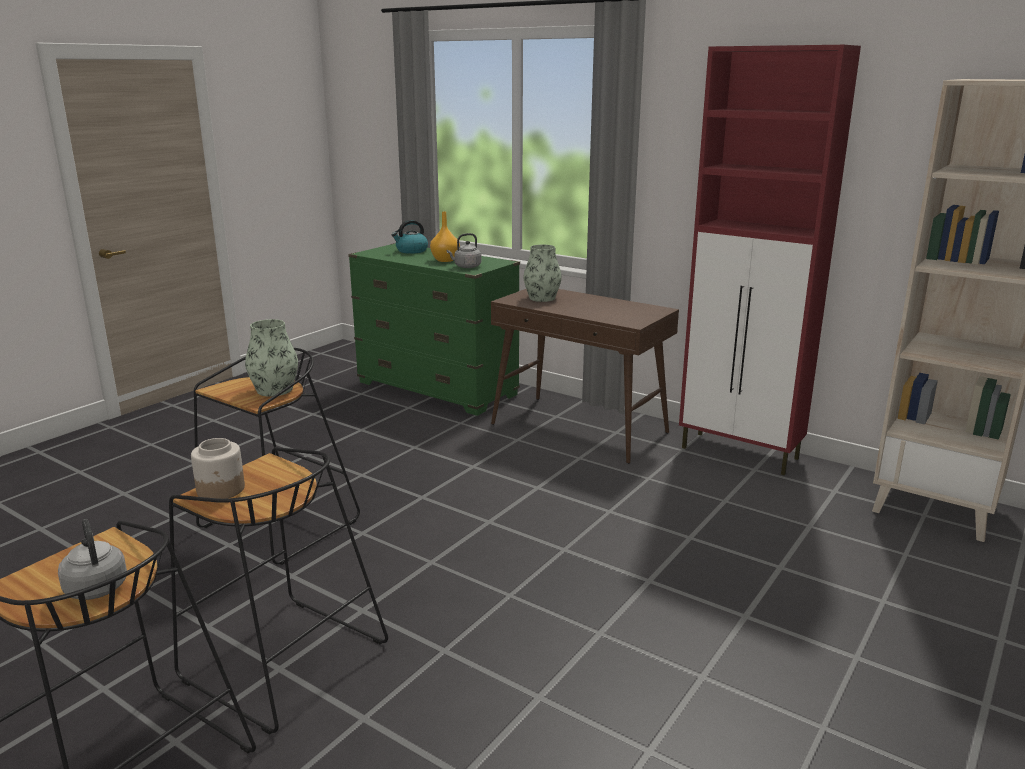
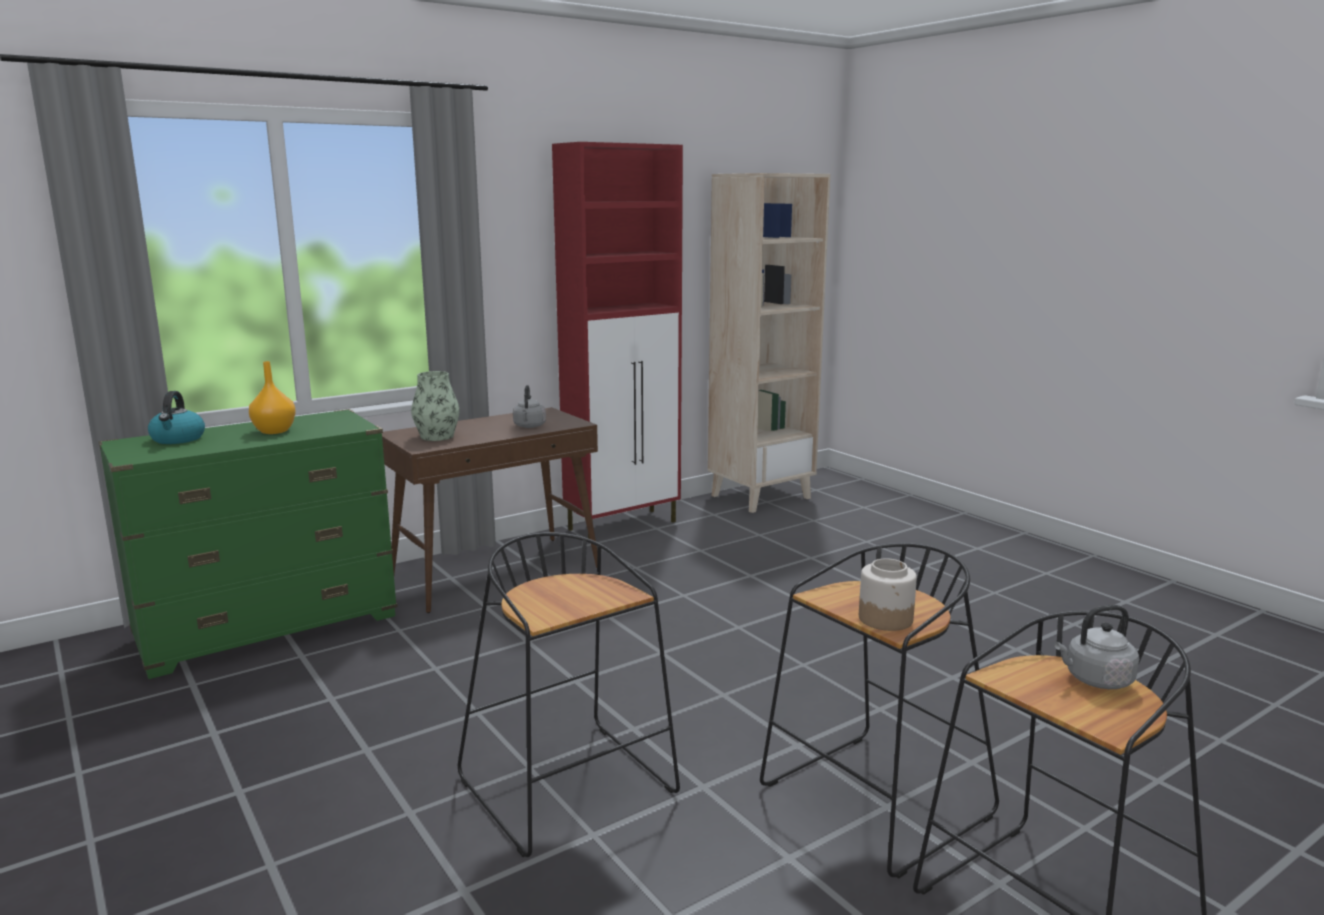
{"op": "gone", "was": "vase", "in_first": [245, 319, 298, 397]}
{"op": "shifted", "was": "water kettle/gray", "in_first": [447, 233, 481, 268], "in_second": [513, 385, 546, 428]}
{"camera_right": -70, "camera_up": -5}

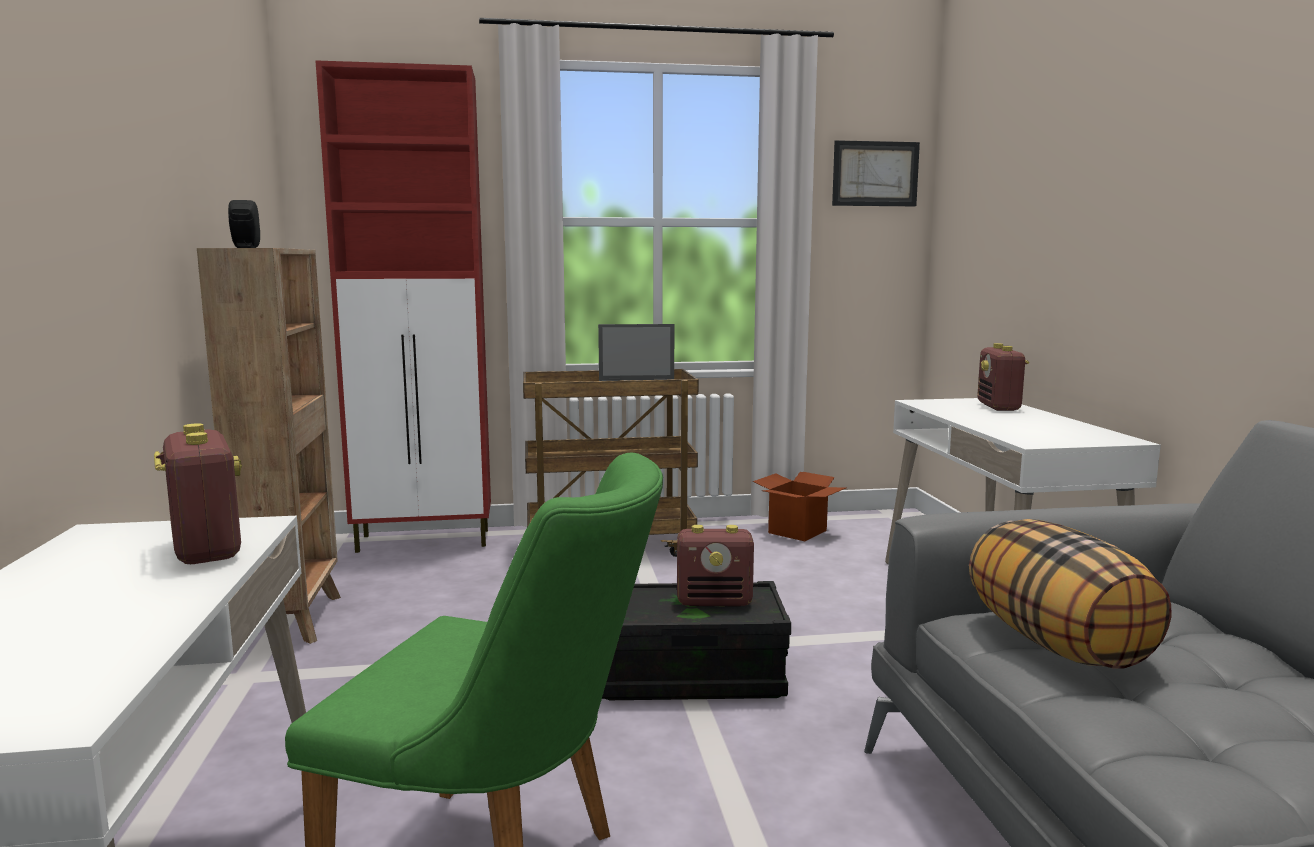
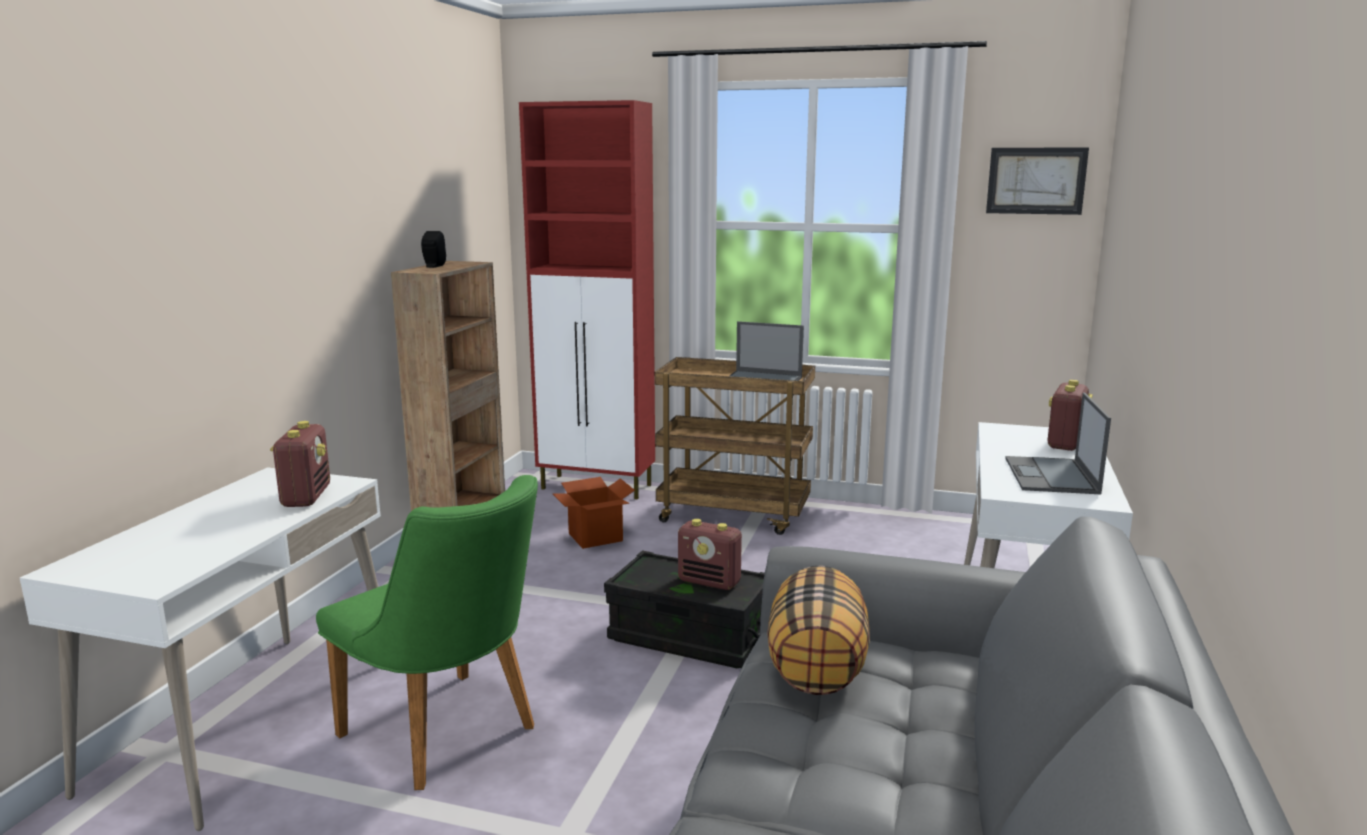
{"op": "shifted", "was": "packing box", "in_first": [753, 472, 846, 541], "in_second": [553, 477, 635, 549]}
{"op": "new", "now": "laptop", "in_second": [1005, 393, 1111, 494]}
{"camera_right": 25, "camera_up": 5}

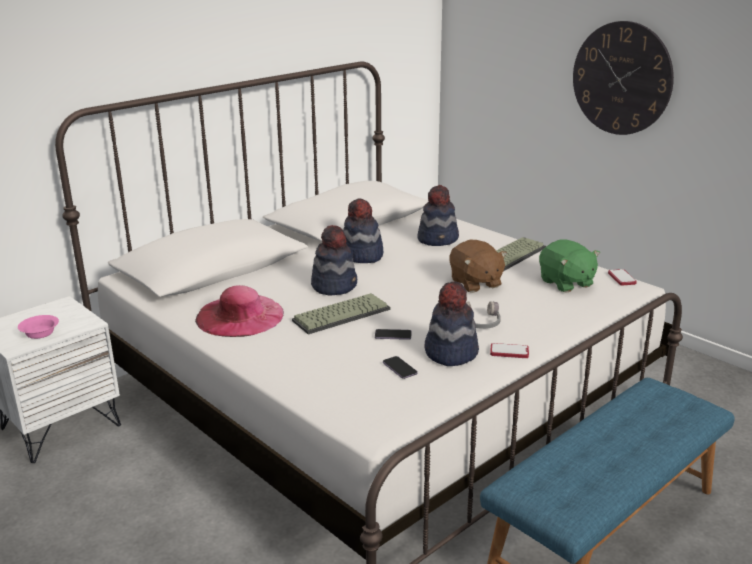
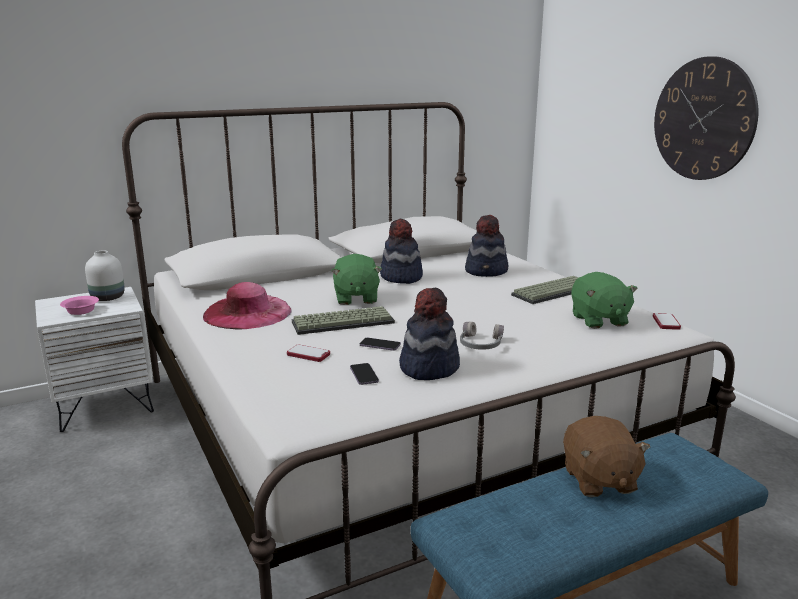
{"op": "swapped", "was": "clothing hat", "now": "soft toy/green", "in_first": [311, 225, 357, 296], "in_second": [331, 254, 382, 305]}
{"op": "shifted", "was": "soft toy/brown-coloured", "in_first": [449, 240, 508, 293], "in_second": [563, 416, 650, 497]}
{"op": "shifted", "was": "telephone", "in_first": [490, 343, 529, 358], "in_second": [287, 344, 330, 362]}
{"op": "new", "now": "vase/white", "in_second": [85, 250, 125, 301]}
{"camera_right": 15, "camera_up": -5}

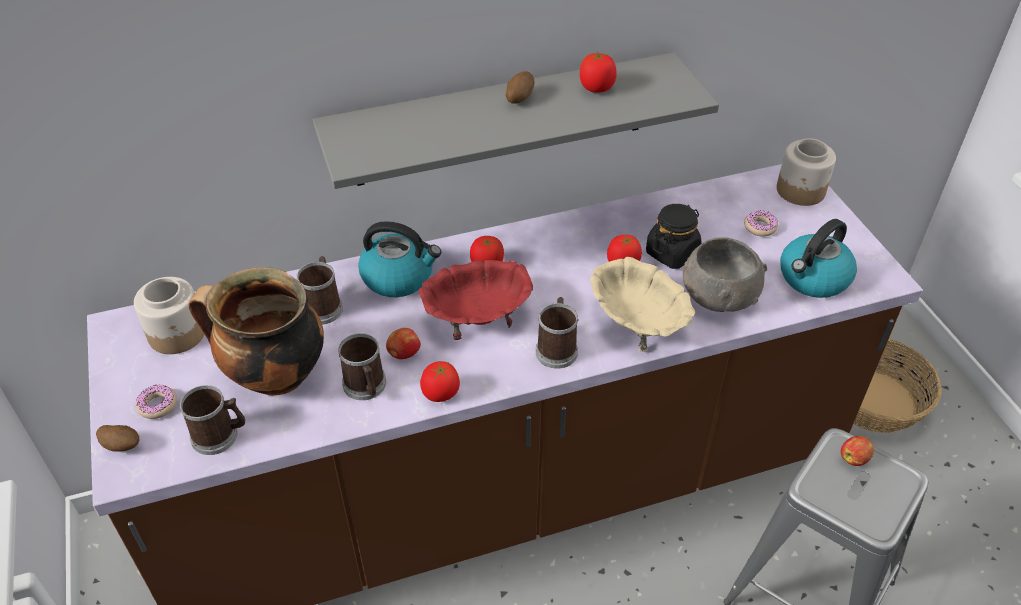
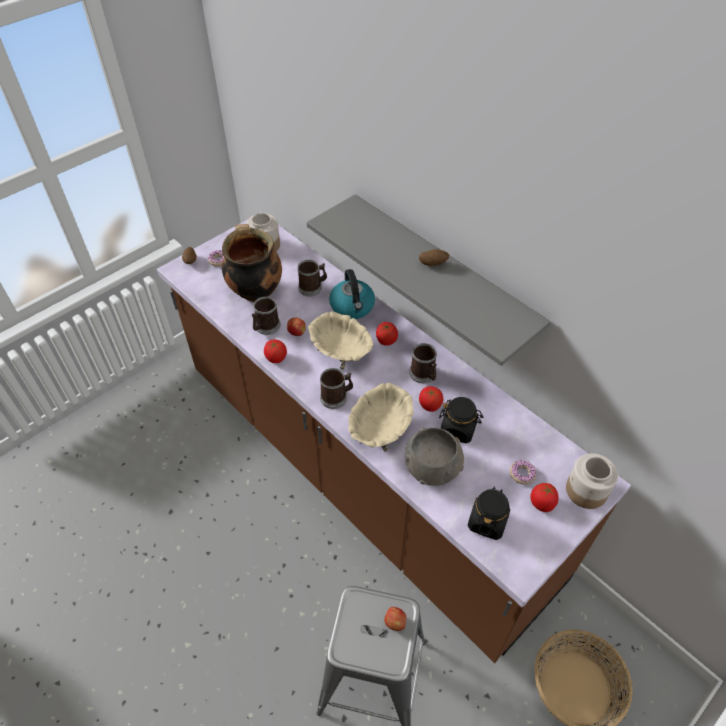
{"op": "shifted", "was": "coffee mug", "in_first": [180, 385, 245, 455], "in_second": [409, 343, 437, 383]}
{"op": "repainted", "was": "bowl/red-coloured", "now": "bowl/beige-coloured", "in_first": [419, 260, 533, 340], "in_second": [308, 311, 373, 370]}
{"op": "shifted", "was": "tomato", "in_first": [580, 51, 617, 93], "in_second": [530, 483, 559, 512]}
{"op": "swapped", "was": "water kettle", "now": "preserve jar/black-coloured", "in_first": [780, 219, 857, 298], "in_second": [468, 486, 510, 540]}
{"camera_right": 65, "camera_up": 5}

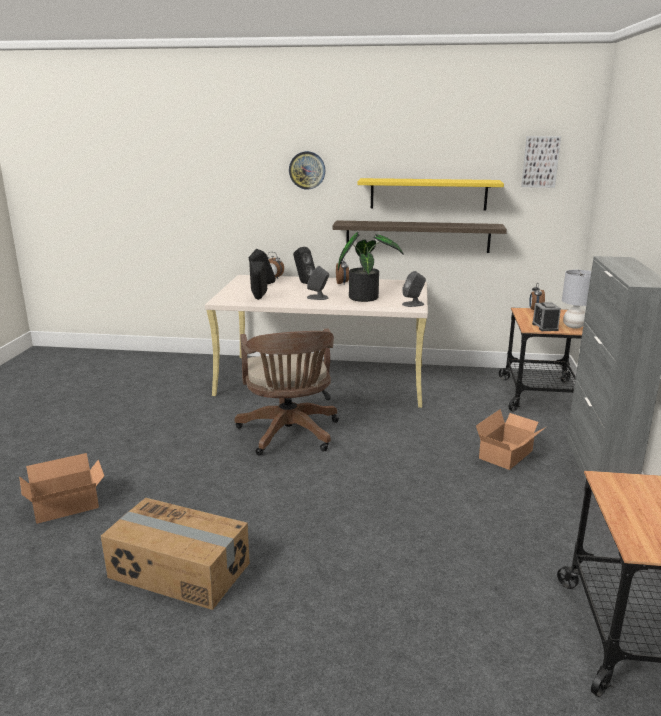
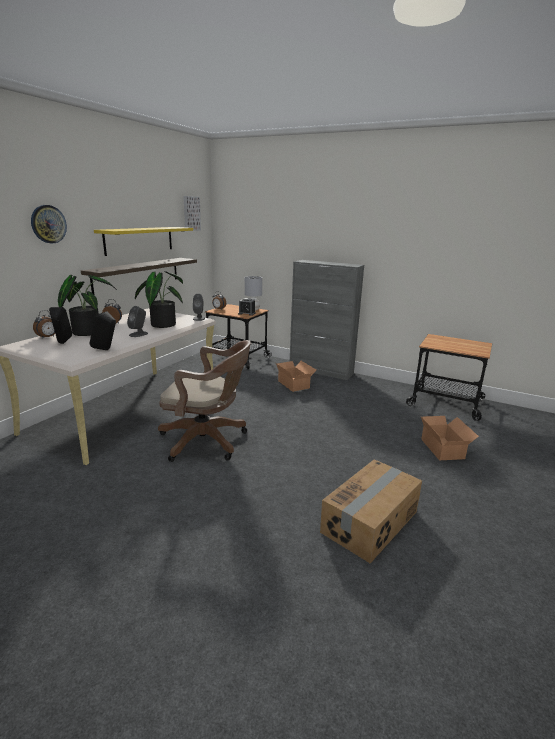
{"op": "shifted", "was": "packing box", "in_first": [19, 453, 104, 524], "in_second": [421, 416, 479, 460]}
{"op": "swapped", "was": "speaker/black-coloured", "now": "potted plant", "in_first": [293, 247, 315, 284], "in_second": [58, 275, 117, 336]}
{"camera_right": -70, "camera_up": 0}

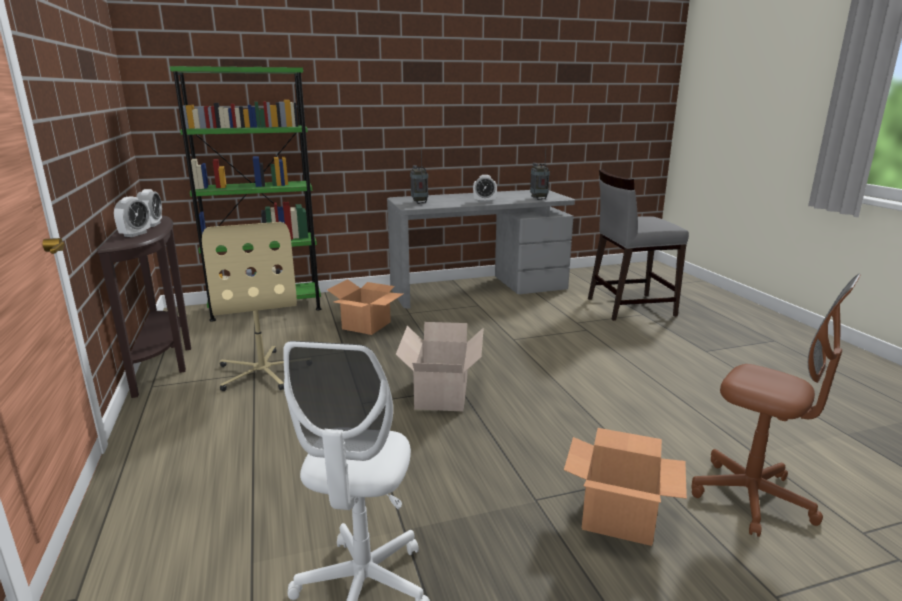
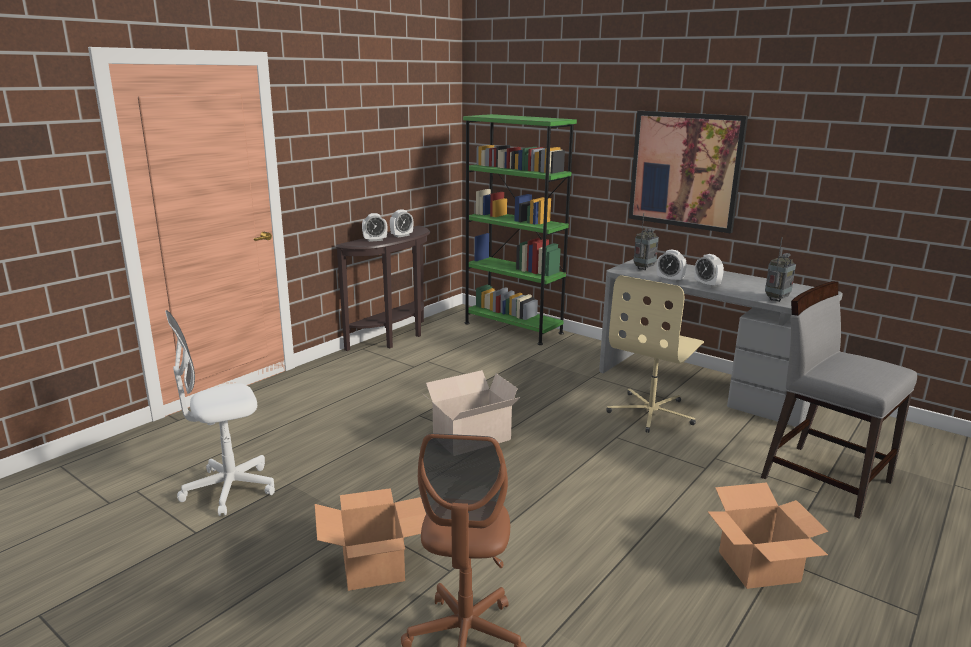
{"op": "shifted", "was": "computer chair/beige-coloured", "in_first": [202, 222, 297, 391], "in_second": [606, 275, 704, 433]}
{"op": "shifted", "was": "packing box", "in_first": [327, 279, 403, 335], "in_second": [708, 482, 828, 589]}
{"op": "new", "now": "picture", "in_second": [628, 111, 748, 233]}
{"op": "new", "now": "alarm clock", "in_second": [657, 250, 687, 282]}
{"camera_right": 55, "camera_up": 0}

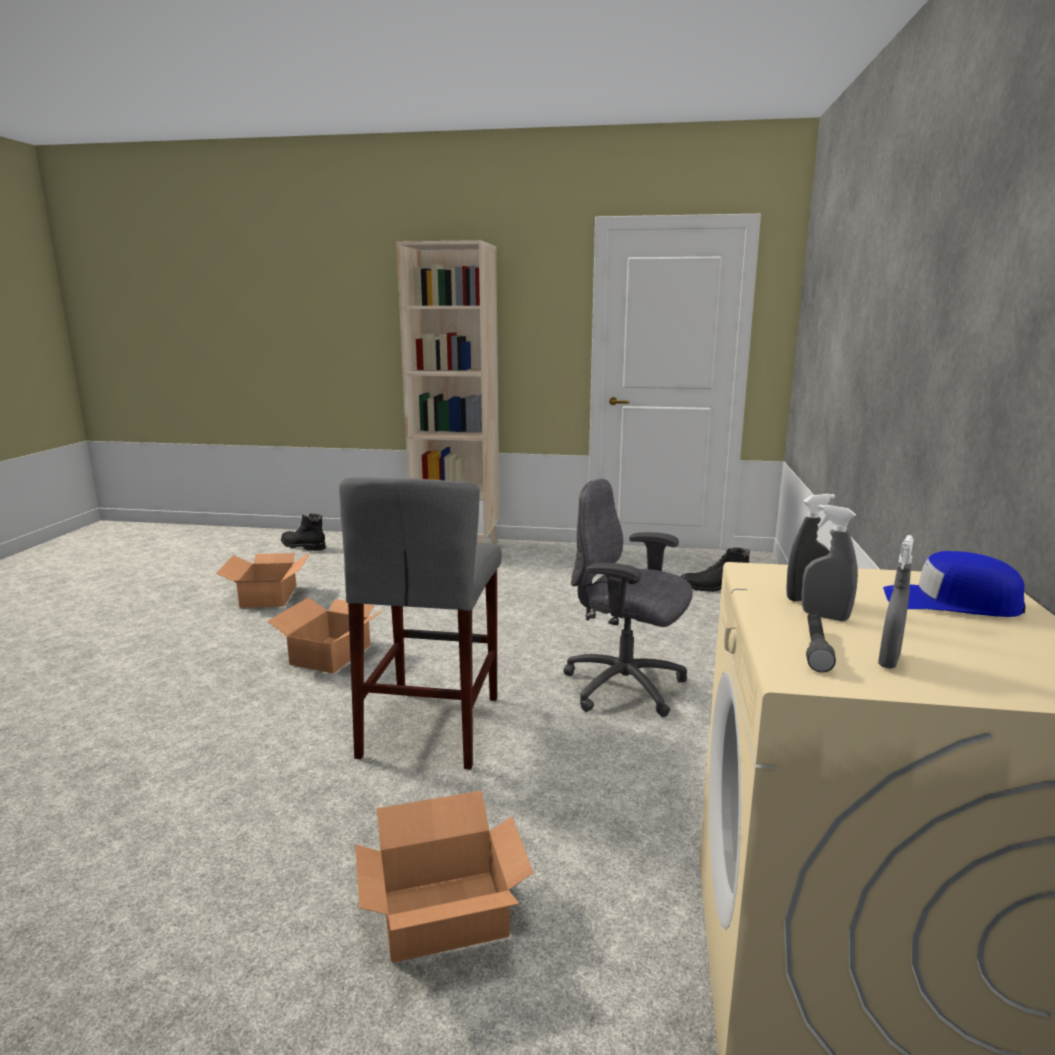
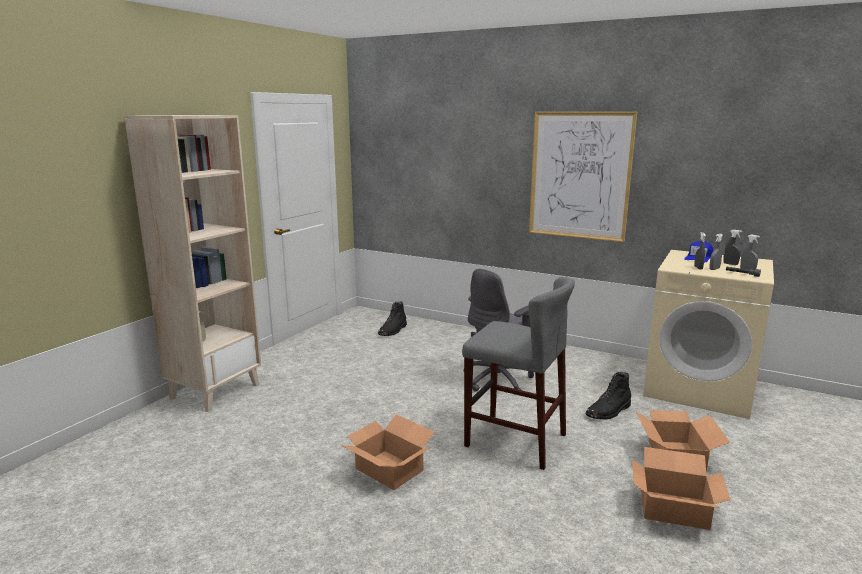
{"op": "shifted", "was": "packing box", "in_first": [216, 552, 311, 608], "in_second": [632, 447, 730, 530]}
{"op": "shifted", "was": "boot/black-coloured", "in_first": [281, 514, 326, 551], "in_second": [586, 372, 631, 419]}
{"op": "new", "now": "picture", "in_second": [529, 112, 637, 242]}
{"op": "new", "now": "sprayer/gray", "in_second": [723, 230, 742, 265]}
{"camera_right": -70, "camera_up": 0}

